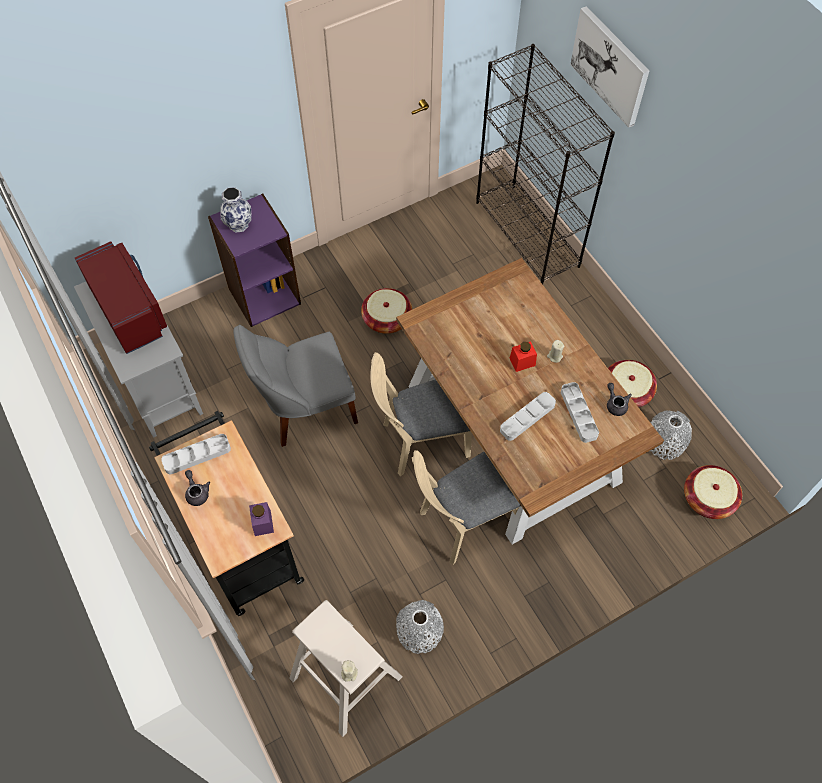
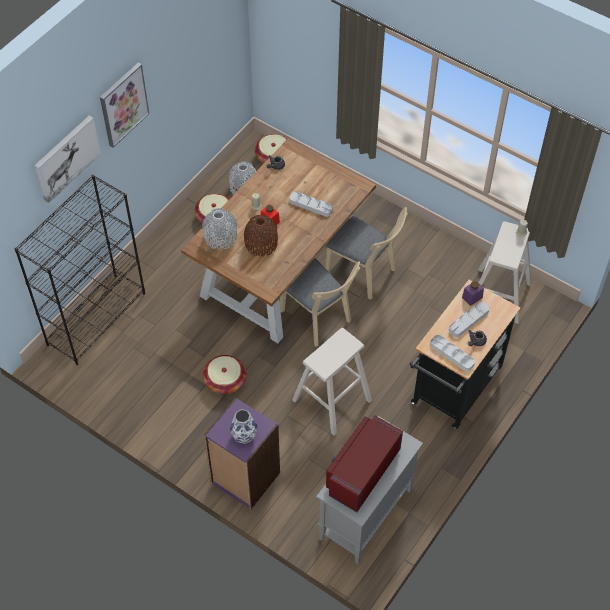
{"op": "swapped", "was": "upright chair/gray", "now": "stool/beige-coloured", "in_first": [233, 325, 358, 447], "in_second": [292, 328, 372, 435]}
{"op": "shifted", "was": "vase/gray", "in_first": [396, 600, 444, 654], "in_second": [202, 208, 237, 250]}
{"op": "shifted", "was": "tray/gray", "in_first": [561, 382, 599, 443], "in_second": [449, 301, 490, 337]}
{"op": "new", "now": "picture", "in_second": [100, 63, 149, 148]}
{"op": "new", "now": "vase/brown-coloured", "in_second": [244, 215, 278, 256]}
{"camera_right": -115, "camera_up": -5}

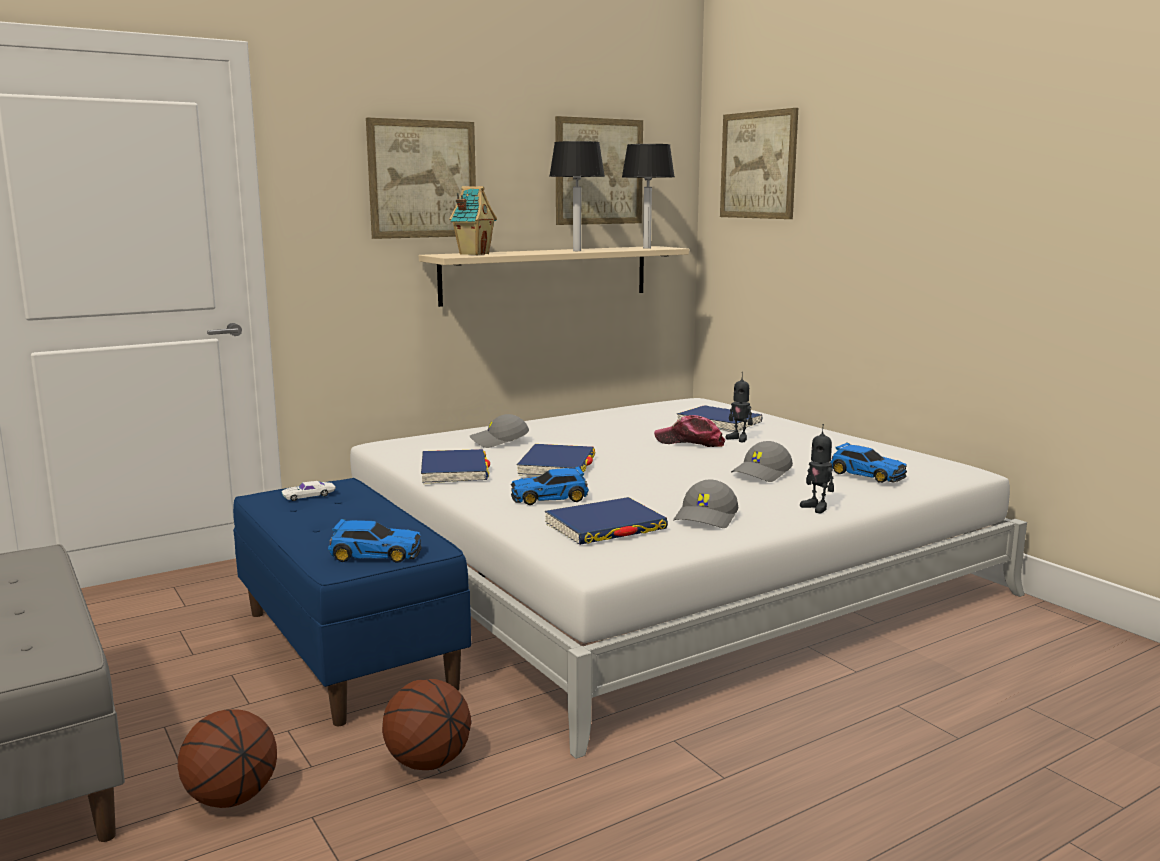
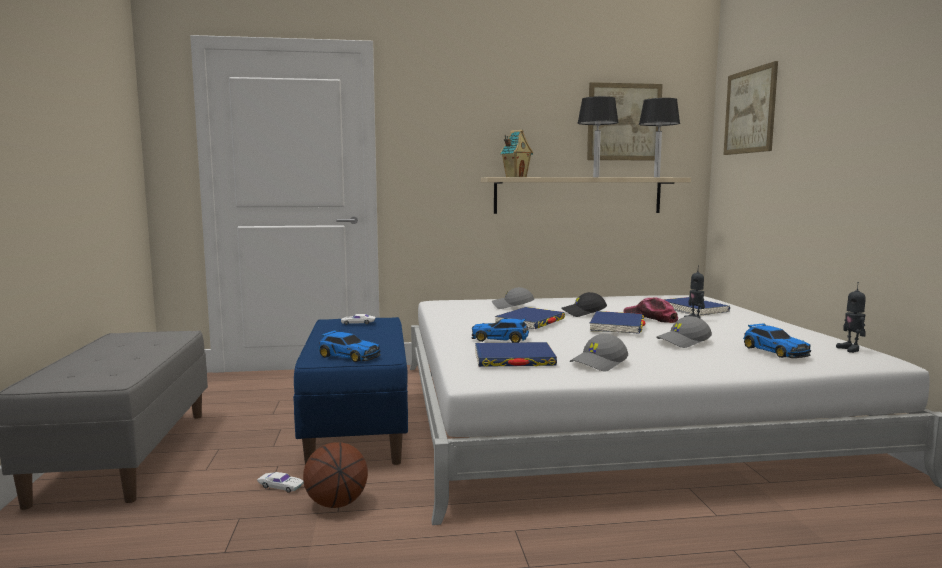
{"op": "gone", "was": "basketball", "in_first": [178, 709, 277, 808]}
{"op": "gone", "was": "picture", "in_first": [366, 117, 476, 239]}
{"op": "shifted", "was": "bound book/bluish", "in_first": [421, 449, 490, 484], "in_second": [589, 311, 646, 334]}
{"op": "shifted", "was": "toy robot", "in_first": [800, 424, 834, 513], "in_second": [836, 282, 866, 353]}
{"op": "new", "now": "miniature car/white", "in_second": [257, 472, 304, 493]}
{"op": "new", "now": "cap/black-coloured", "in_second": [561, 292, 607, 317]}
{"camera_right": 25, "camera_up": -5}

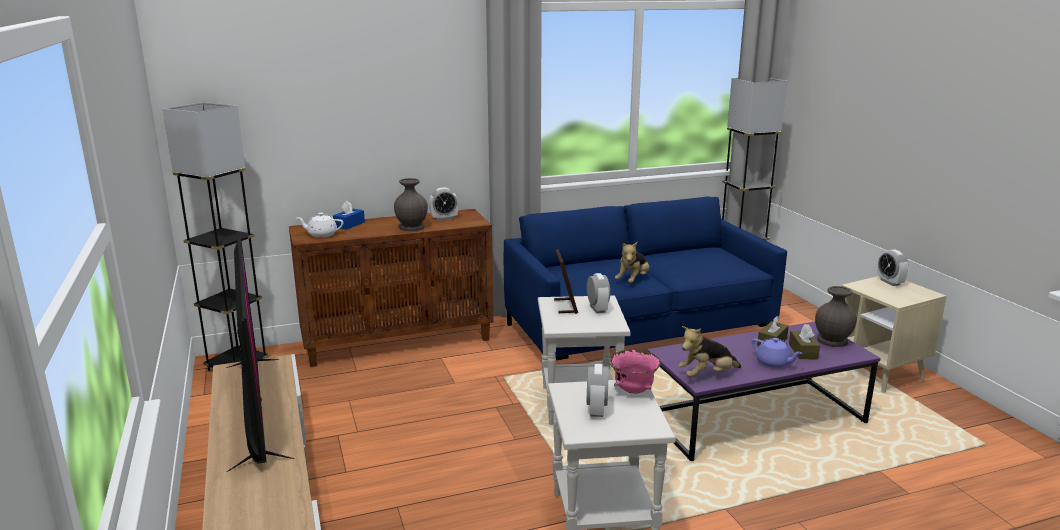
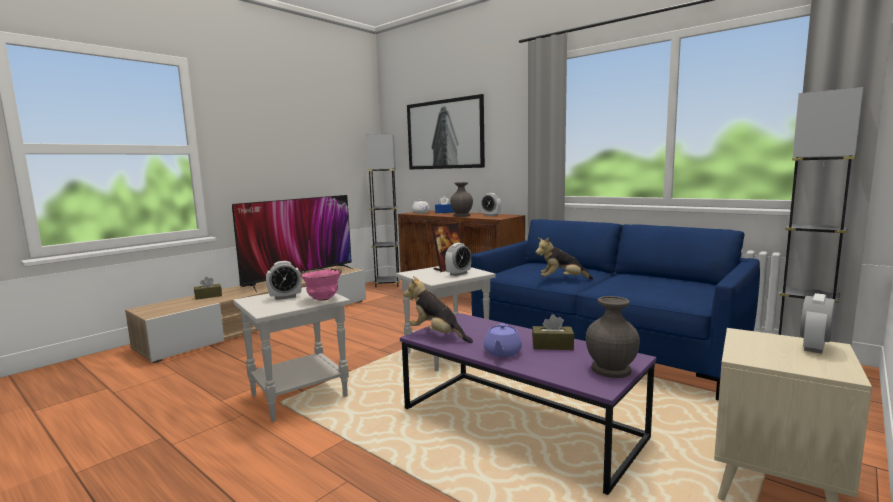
{"op": "shifted", "was": "box of tissues/brown-coloured", "in_first": [789, 324, 820, 359], "in_second": [194, 277, 222, 300]}
{"op": "new", "now": "picture", "in_second": [407, 94, 485, 169]}
{"camera_right": 60, "camera_up": -10}

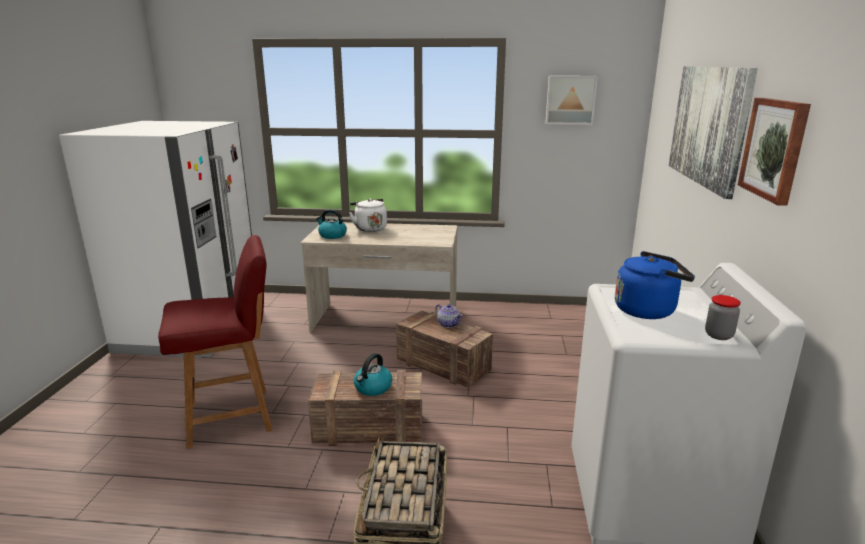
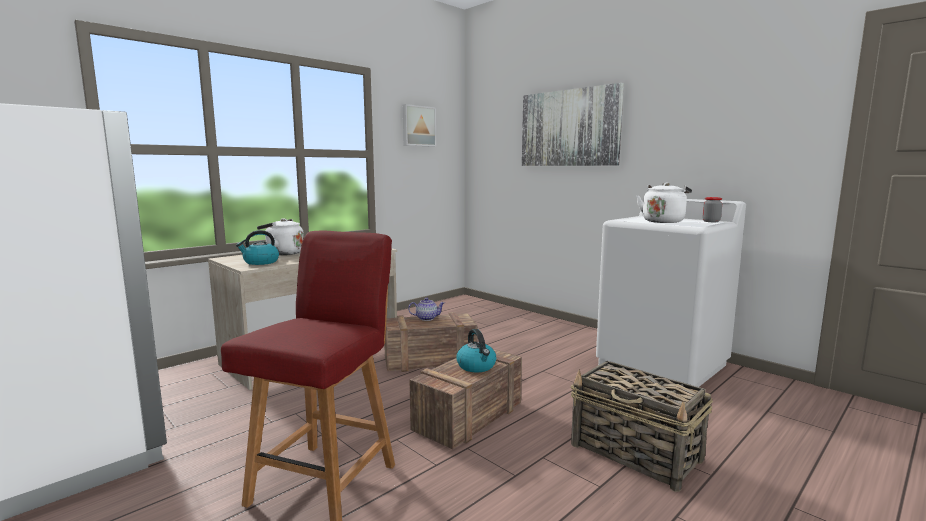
{"op": "repainted", "was": "water kettle/bluish", "now": "water kettle/white", "in_first": [615, 251, 695, 319], "in_second": [636, 182, 692, 223]}
{"op": "gone", "was": "picture", "in_first": [738, 98, 811, 205]}
{"camera_right": -50, "camera_up": -10}

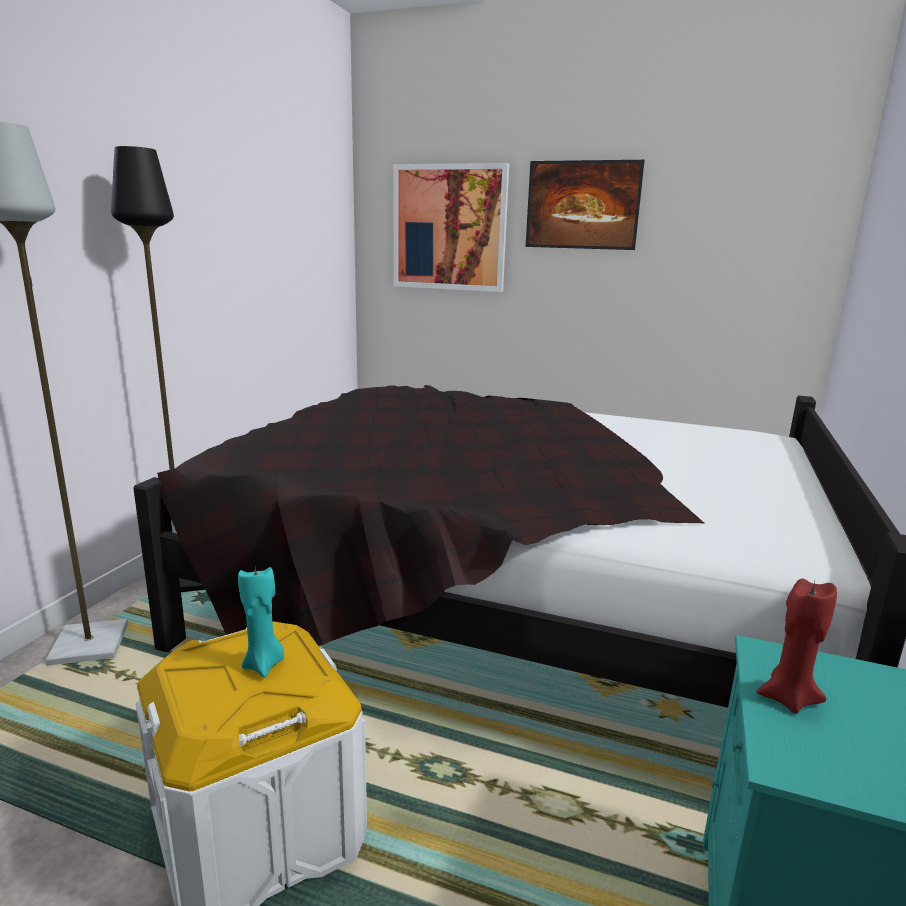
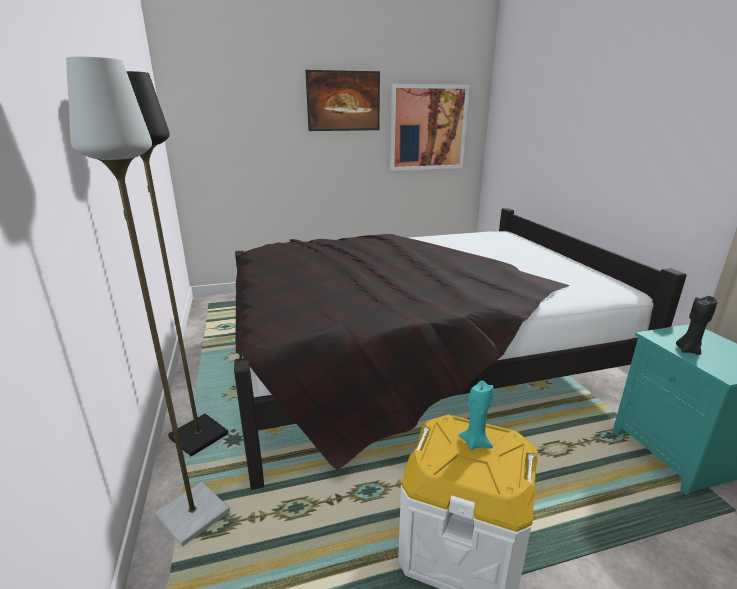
{"op": "shifted", "was": "picture", "in_first": [393, 163, 509, 292], "in_second": [390, 84, 469, 171]}
{"op": "repainted", "was": "candle/red-coloured", "now": "candle/black-coloured", "in_first": [756, 579, 837, 714], "in_second": [676, 296, 717, 355]}
{"camera_right": -35, "camera_up": 5}

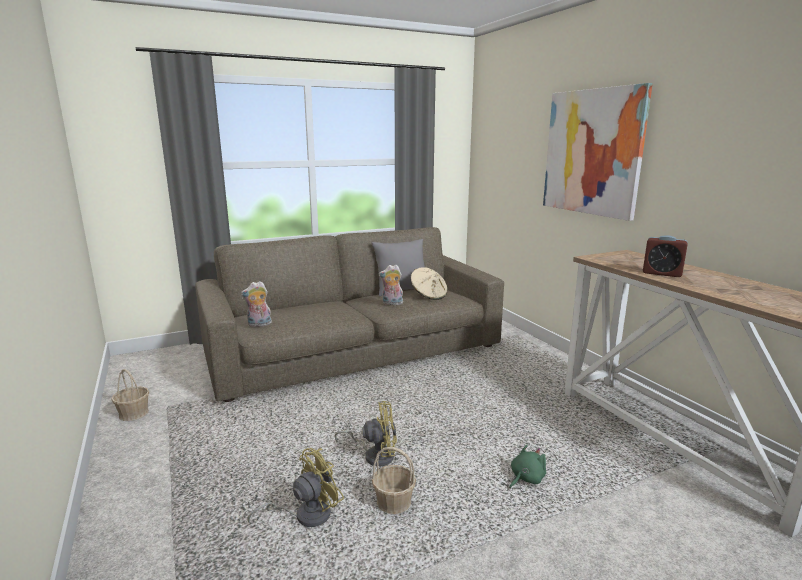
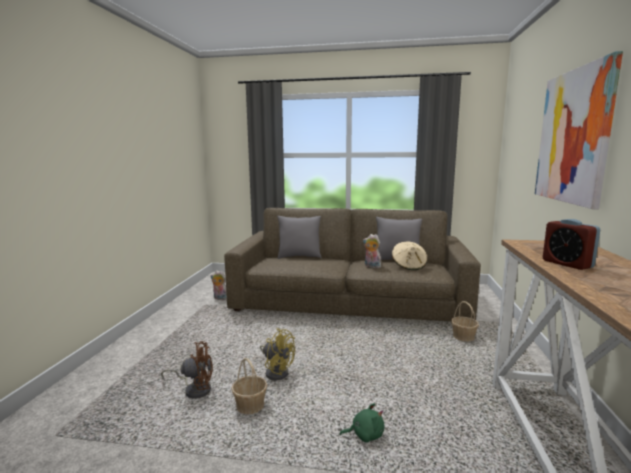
{"op": "shifted", "was": "basket", "in_first": [111, 369, 149, 421], "in_second": [451, 301, 479, 342]}
{"op": "shifted", "was": "soft toy", "in_first": [241, 281, 272, 327], "in_second": [211, 270, 227, 300]}
{"op": "repainted", "was": "cooling fan/yellow", "now": "cooling fan/brown-coloured", "in_first": [248, 448, 344, 527], "in_second": [161, 341, 213, 399]}
{"op": "new", "now": "throw pillow/gray", "in_second": [277, 216, 322, 259]}
{"camera_right": 35, "camera_up": -5}

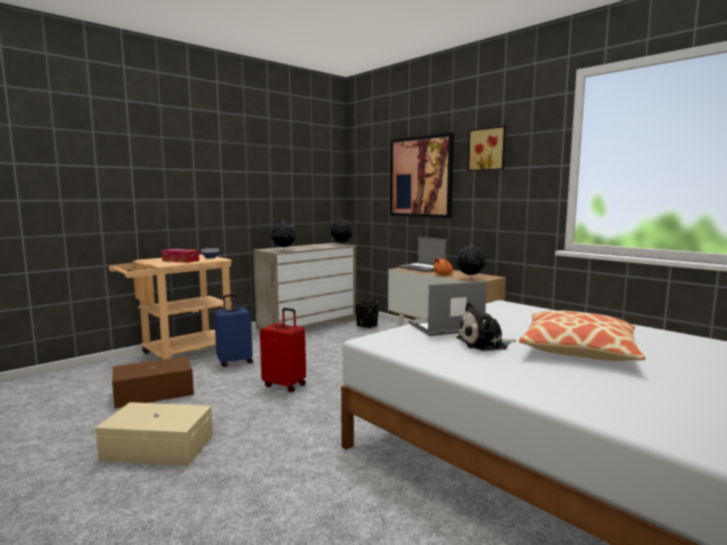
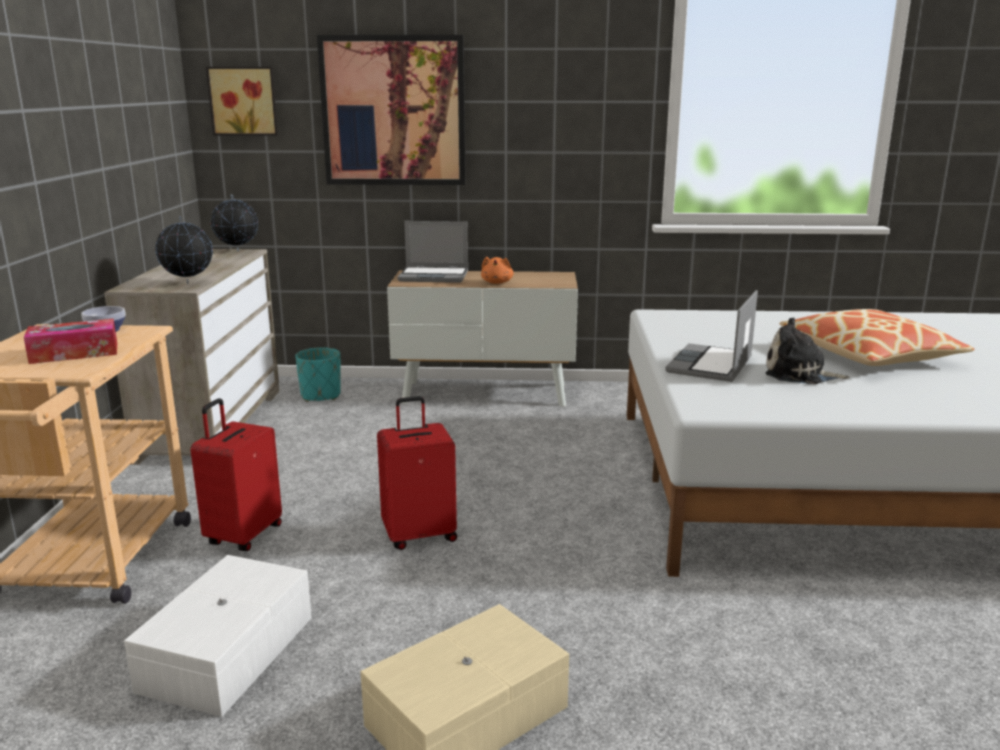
{"op": "repainted", "was": "storage container/brown-coloured", "now": "storage container/white", "in_first": [112, 356, 194, 408], "in_second": [124, 555, 312, 717]}
{"op": "repainted", "was": "travel case/bluish", "now": "travel case/red-coloured", "in_first": [214, 294, 253, 367], "in_second": [191, 398, 282, 551]}
{"op": "repainted", "was": "flower pot/black-coloured", "now": "flower pot/turquoise", "in_first": [355, 300, 379, 329], "in_second": [295, 347, 341, 402]}
{"op": "gone", "was": "globe", "in_first": [456, 243, 486, 278]}
{"op": "rotated", "was": "soft toy", "in_first": [456, 302, 516, 351], "in_second": [765, 318, 850, 384], "clockwise": 75}
{"op": "shifted", "was": "picture", "in_first": [467, 126, 506, 171], "in_second": [206, 67, 278, 136]}
{"camera_right": -45, "camera_up": 10}

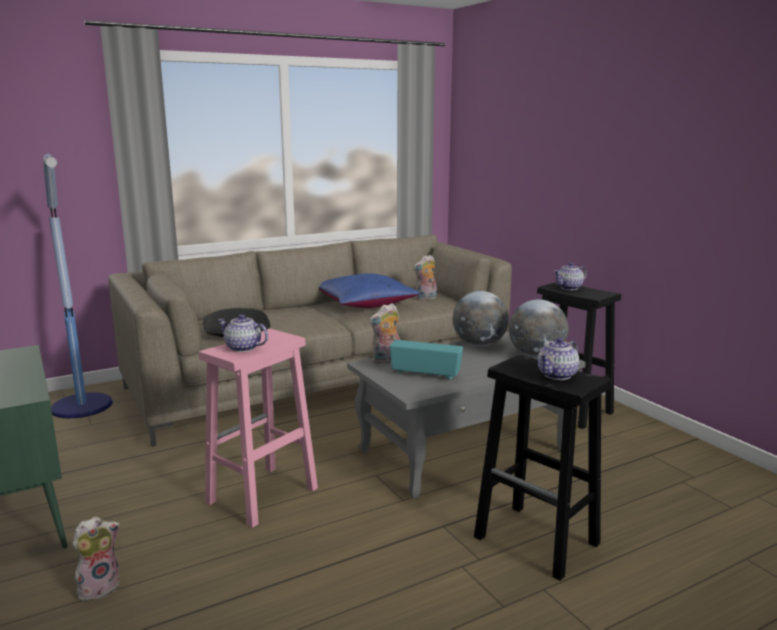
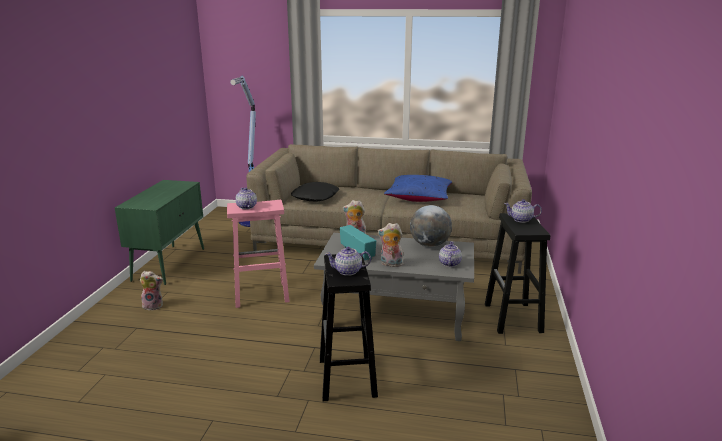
{"op": "shifted", "was": "soft toy", "in_first": [413, 255, 437, 301], "in_second": [377, 223, 405, 267]}
{"op": "swapped", "was": "globe", "now": "teapot", "in_first": [509, 299, 569, 358], "in_second": [439, 241, 462, 267]}
{"camera_right": 40, "camera_up": 5}

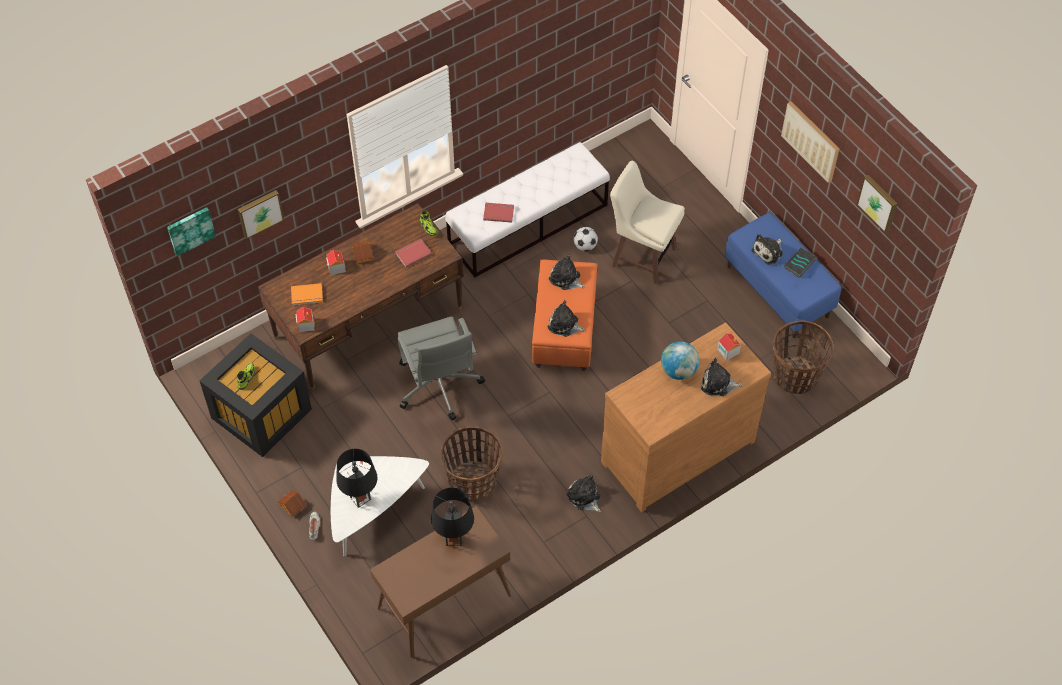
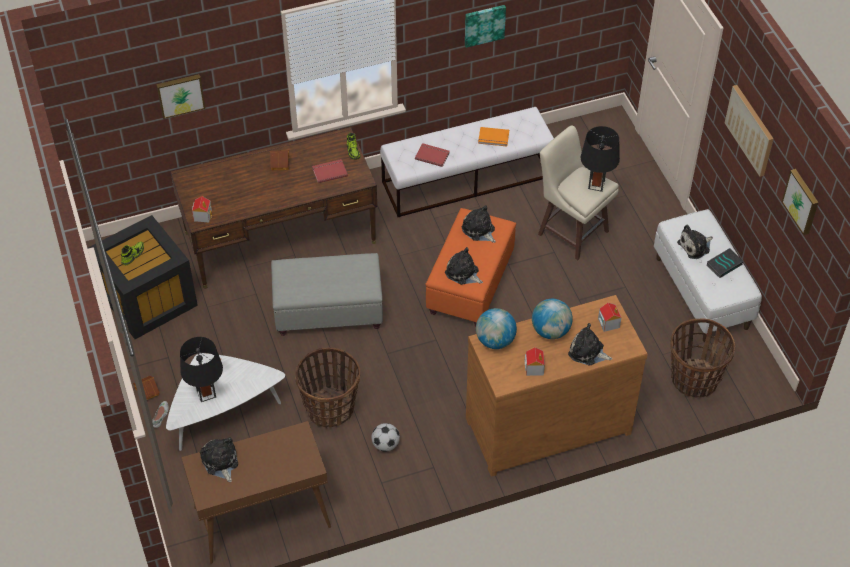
{"op": "shifted", "was": "picture", "in_first": [167, 207, 216, 256], "in_second": [465, 5, 506, 48]}
{"op": "shifted", "was": "bound book/orangey", "in_first": [291, 283, 323, 306], "in_second": [478, 127, 509, 146]}
{"op": "shifted", "was": "toy house", "in_first": [326, 250, 346, 275], "in_second": [525, 347, 545, 376]}
{"op": "swapped", "was": "computer chair/gray", "now": "ottoman/gray", "in_first": [397, 316, 485, 421], "in_second": [271, 253, 383, 336]}
{"op": "shifted", "was": "lamp for a table/black-coloured", "in_first": [431, 488, 474, 546], "in_second": [581, 126, 620, 192]}
{"op": "shifted", "was": "soft toy", "in_first": [567, 475, 601, 512], "in_second": [200, 437, 238, 482]}
{"op": "shifted", "was": "ball for football", "in_first": [573, 227, 598, 251], "in_second": [372, 423, 400, 452]}
{"op": "repainted", "was": "indoor bench/bluish", "now": "indoor bench/white", "in_first": [725, 212, 841, 338], "in_second": [654, 209, 762, 342]}
{"op": "new", "now": "globe", "in_second": [476, 308, 517, 349]}
{"camera_right": 15, "camera_up": -5}

